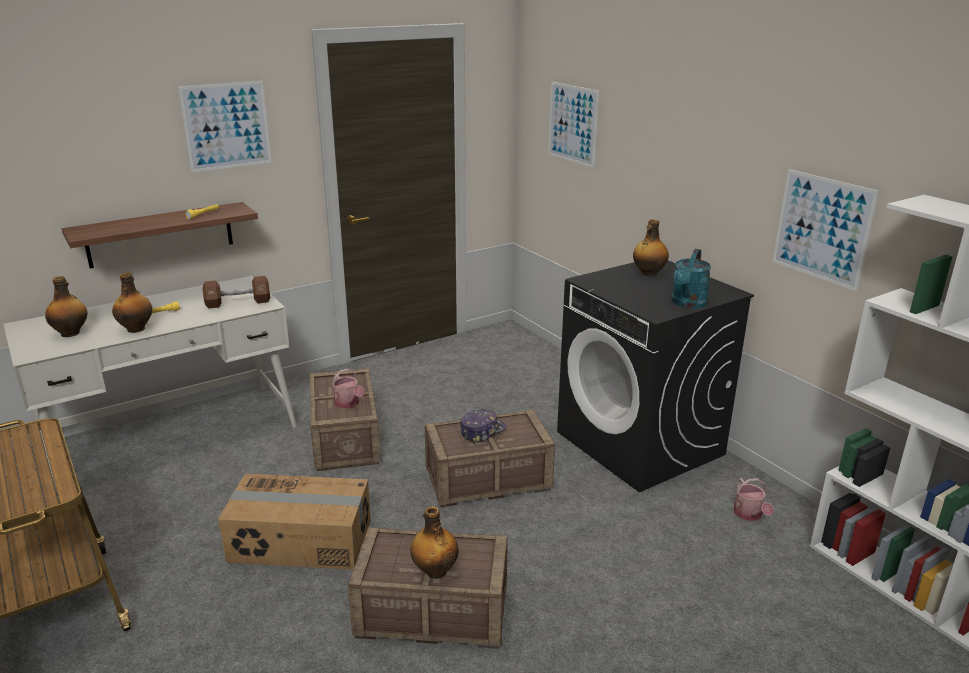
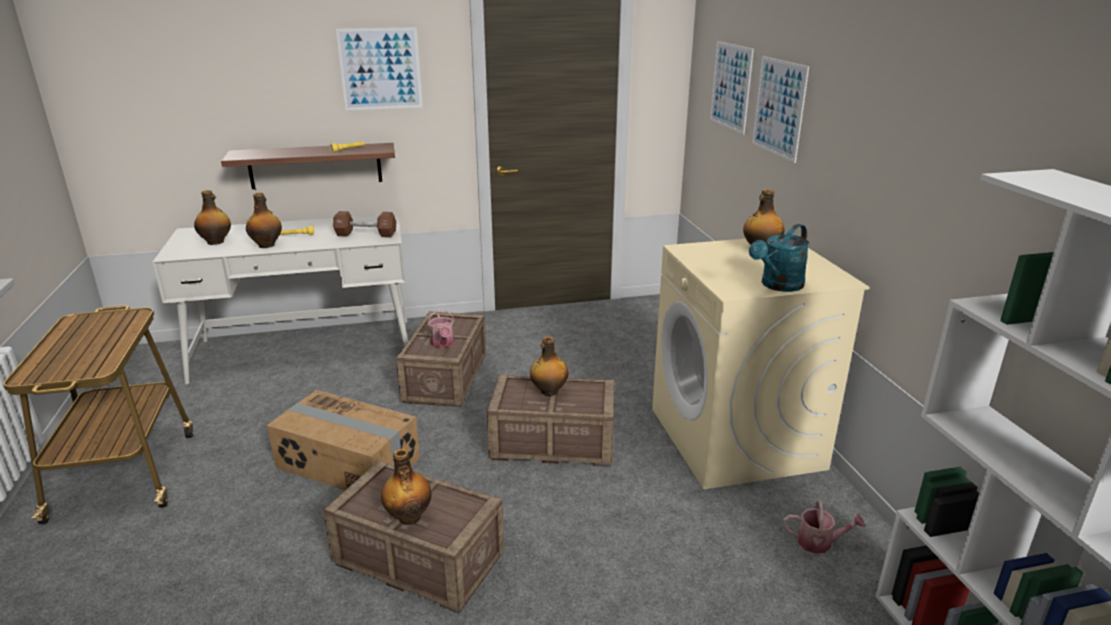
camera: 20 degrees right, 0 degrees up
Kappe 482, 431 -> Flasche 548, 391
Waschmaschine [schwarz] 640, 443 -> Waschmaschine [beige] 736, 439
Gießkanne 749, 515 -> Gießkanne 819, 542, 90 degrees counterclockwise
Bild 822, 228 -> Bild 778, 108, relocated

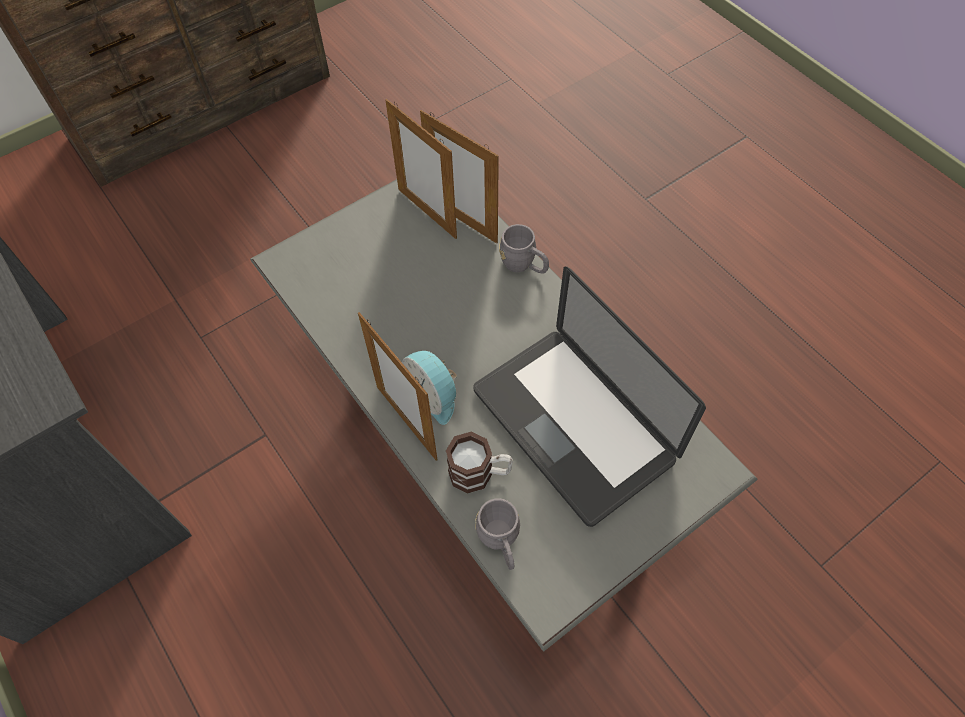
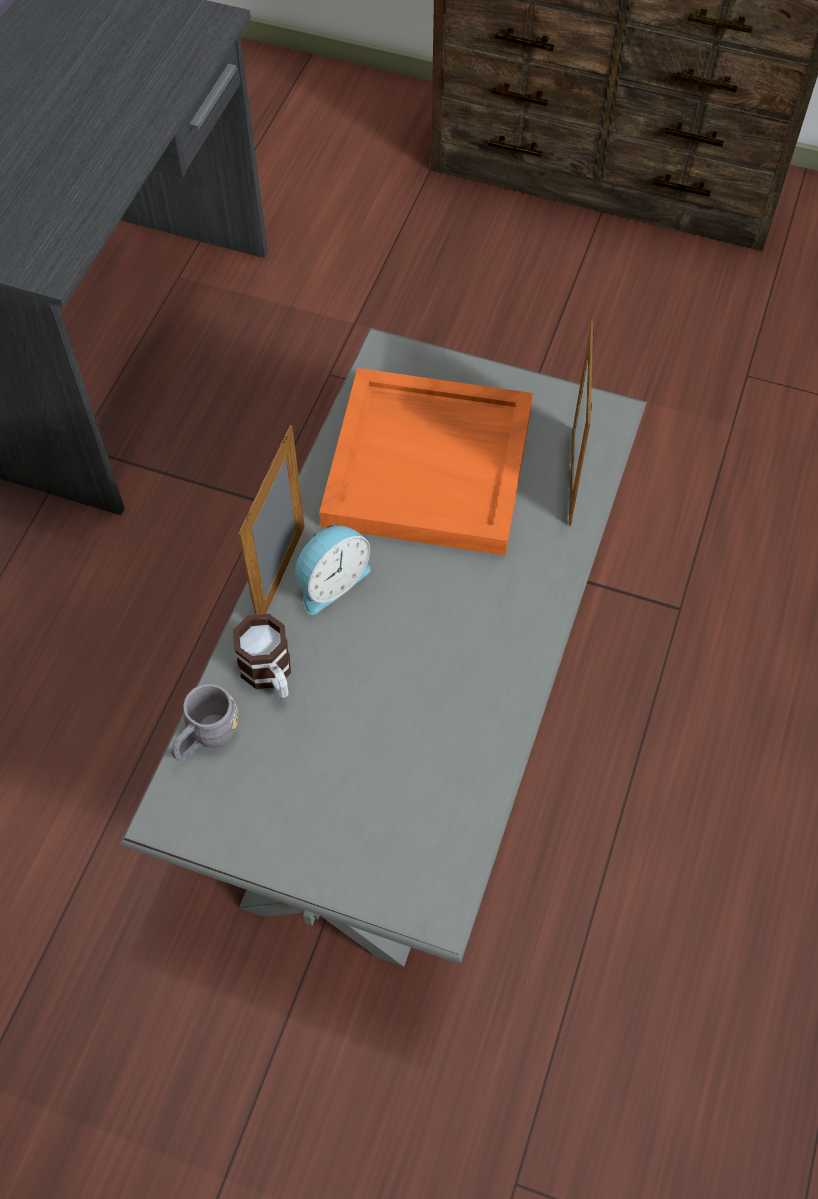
camera: 55 degrees right, 0 degrees up
Bilderrahmen 427, 213 -> none
Wecker 434, 395 -> Wecker 330, 581, 150 degrees counterclockwise
Laptop 572, 425 -> none
Henkelbecher [grau] 524, 266 -> none
none -> Tablett [orange] 431, 465

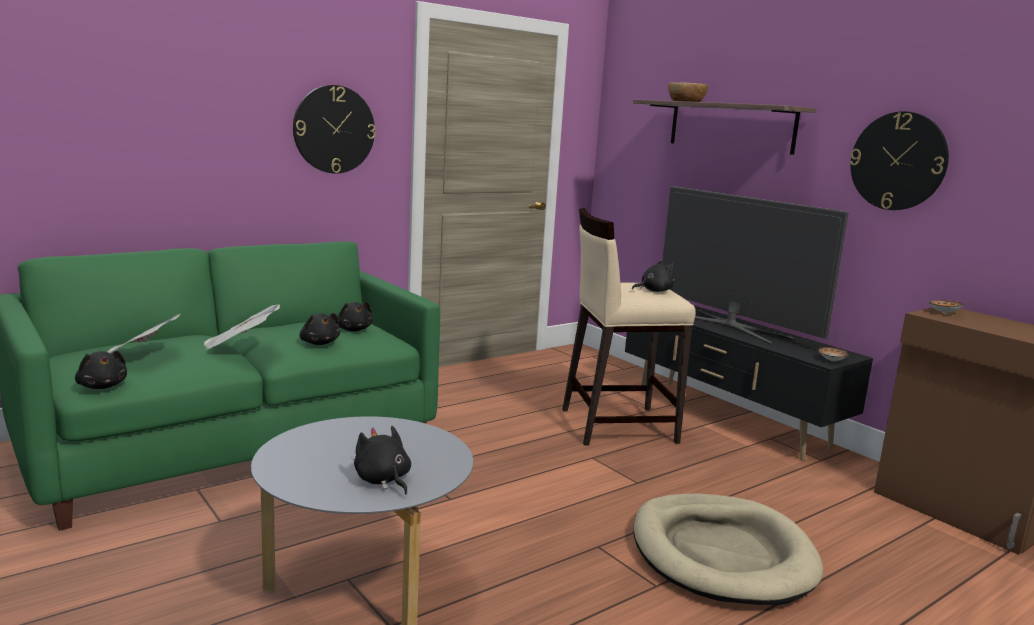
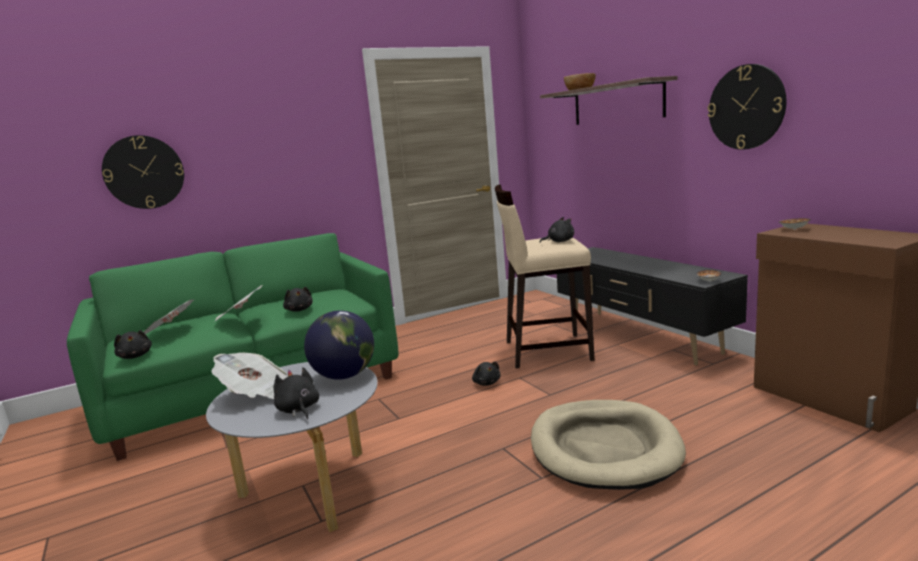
camera: 10 degrees right, 0 degrees up
Wanduhr 334, 129 -> Wanduhr 144, 172, relocated
Plüschtier [schwarz] 353, 330 -> Plüschtier [schwarz] 486, 383, relocated
Fernseher 732, 326 -> none
none -> Zeitung 258, 394
none -> Globus 344, 376

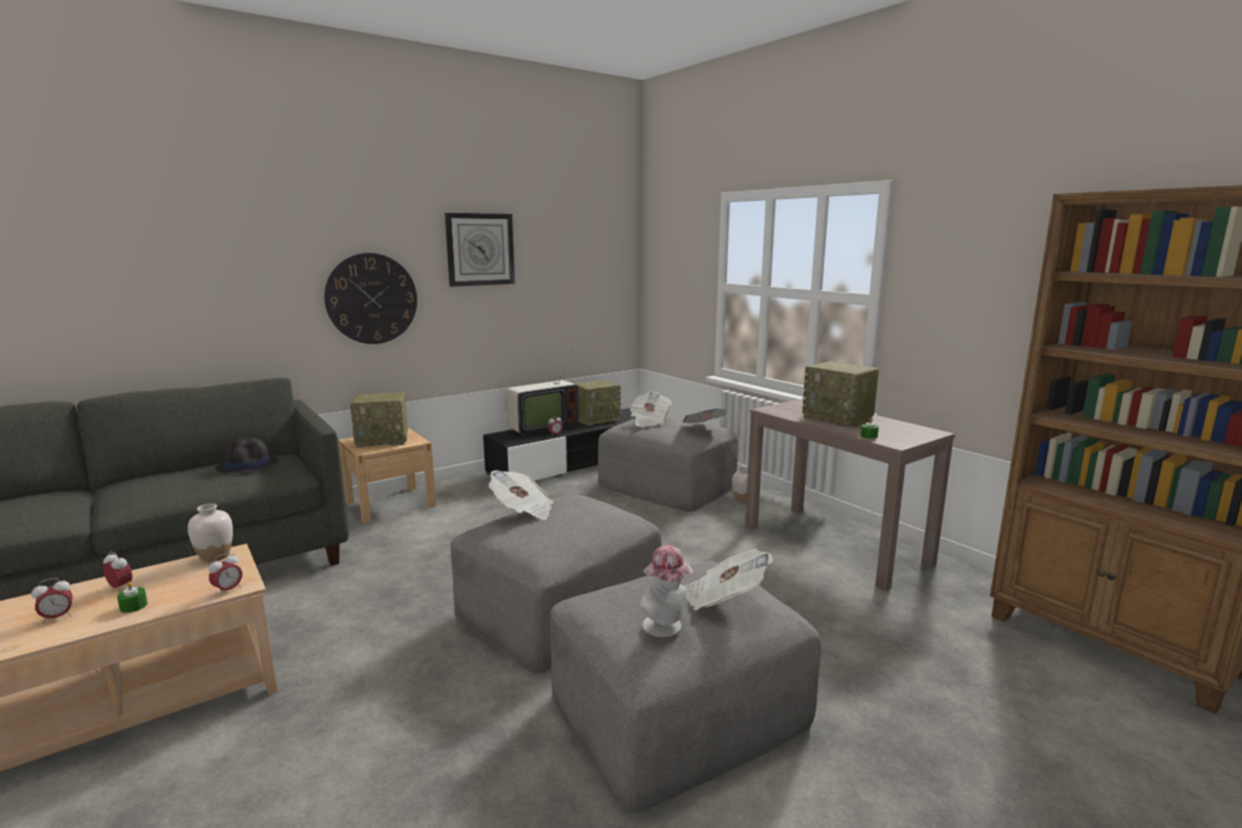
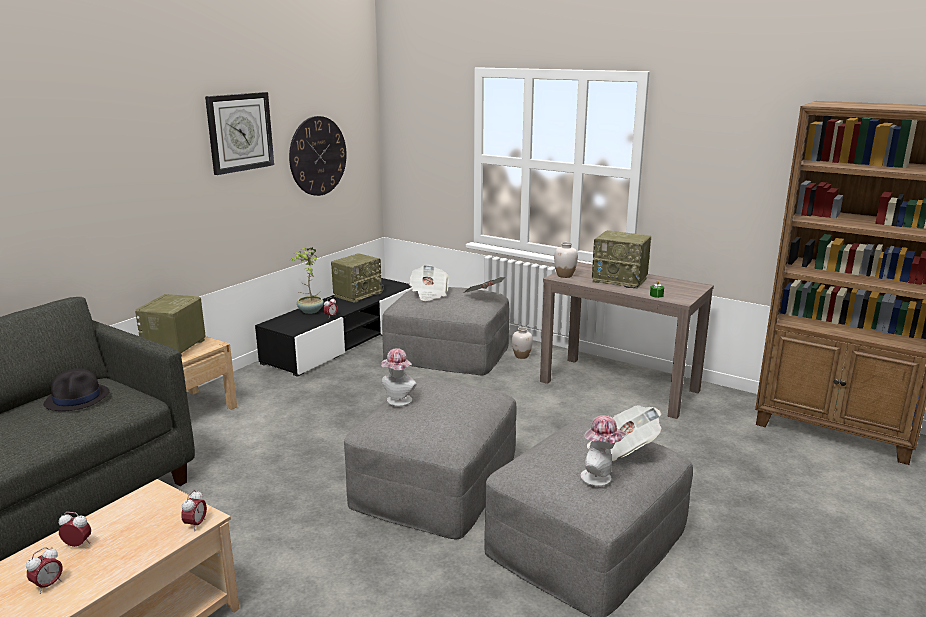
camera: 20 degrees left, 5 degrees up
Kerze [grün] 133, 606 -> none
Vase [weiß] 215, 557 -> Vase [weiß] 565, 275, relocated
Wanduhr 372, 299 -> Wanduhr 318, 156, relocated
Radio 383, 440 -> Radio 174, 348, 135 degrees clockwise
Zeitung 523, 511 -> Hut 398, 402
Fernseher 541, 428 -> Topfpflanze 310, 311

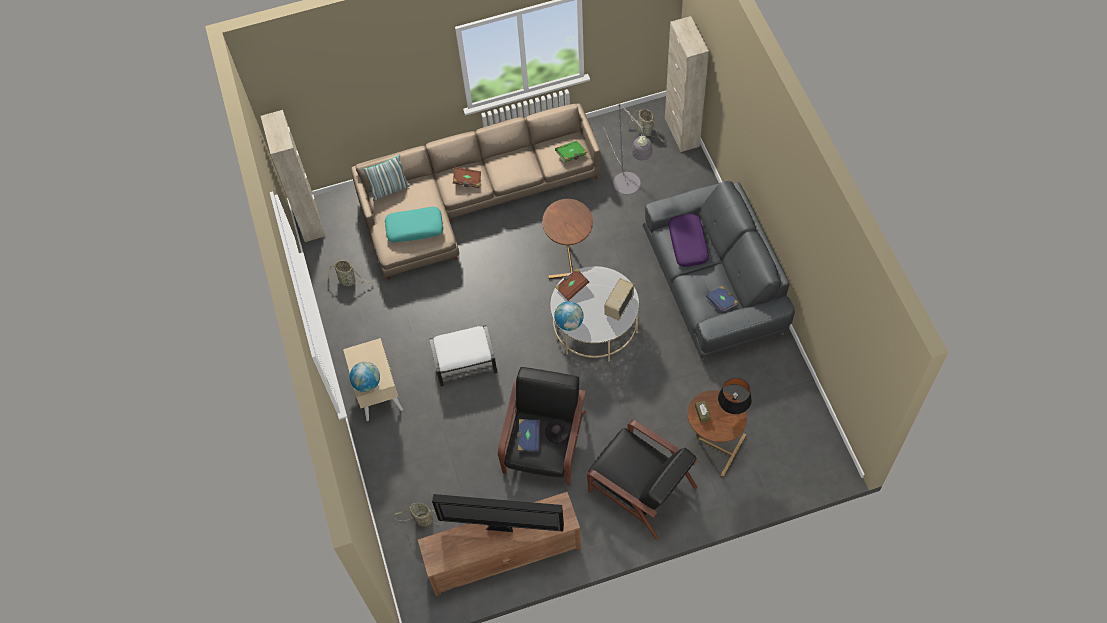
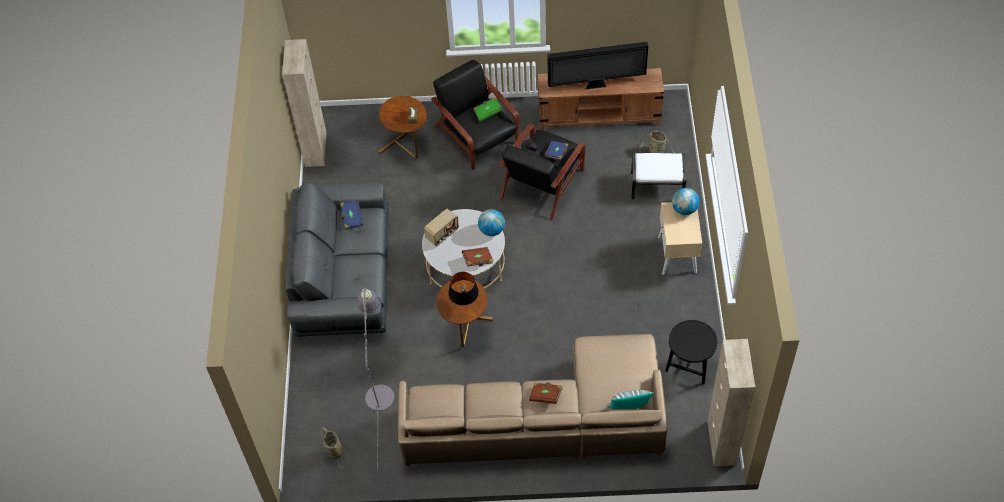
camera: 165 degrees left, 5 degrees down
Korb 349, 281 -> Beistelltisch [schwarz] 689, 366
Kissen [türkis] 415, 228 -> none
Polsterhocker [weiß] 465, 364 -> Polsterhocker [weiß] 657, 185, relocated
Fernseher 501, 527 -> Fernseher 596, 85, 150 degrees clockwise
Buch [grün] 571, 155 -> Buch [grün] 488, 112, relocated
Schrank [beige] 681, 132 -> Schrank [beige] 316, 149, relocated
Kissen [lila] 688, 244 -> none
Tischlampe [schwarz] 732, 408 -> Tischlampe [schwarz] 464, 303, relocated

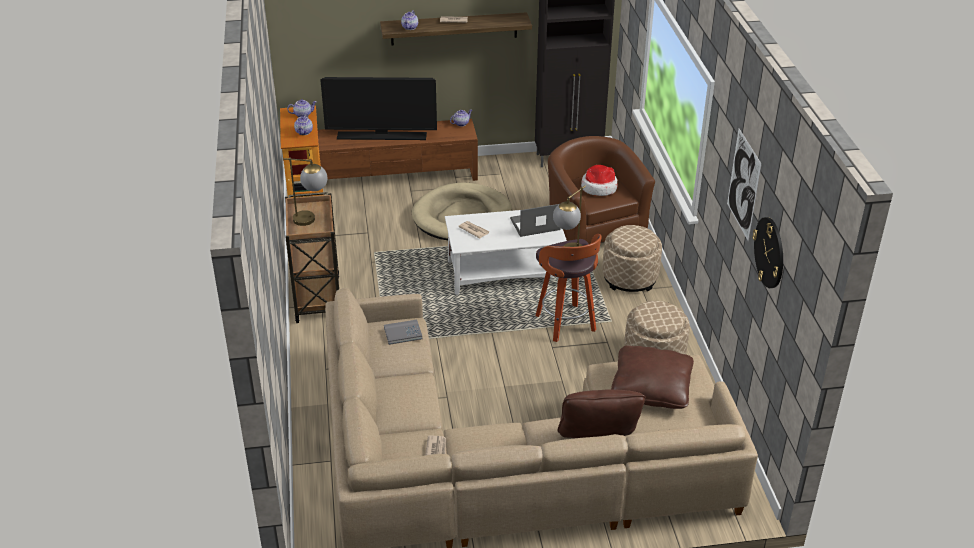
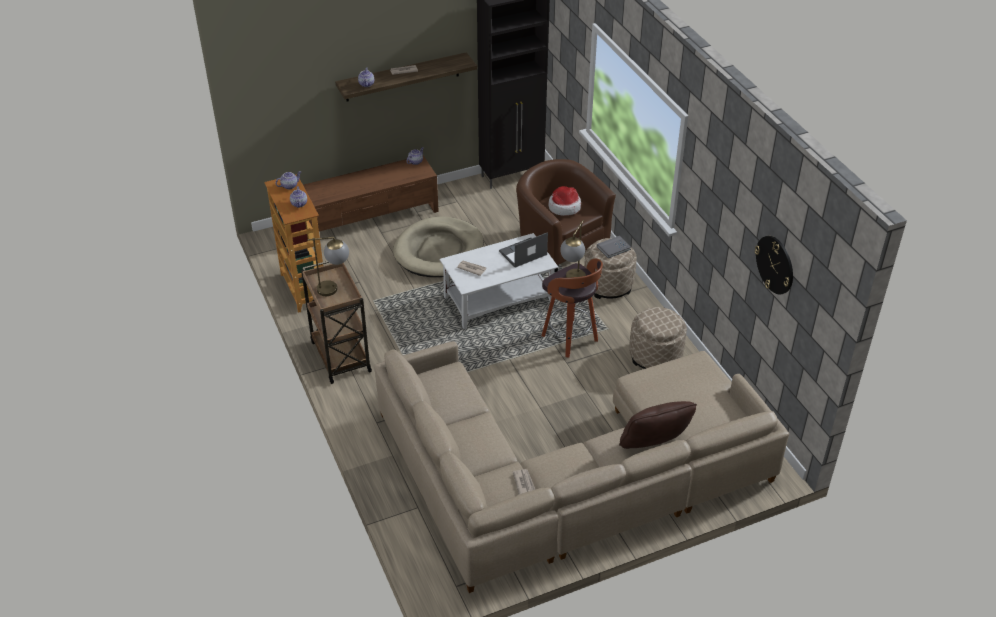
camera: 15 degrees left, 5 degrees up
Fernseher 382, 136 -> none
Buch [grau] 403, 333 -> Buch [grau] 613, 248, relocated
Kissen [braun] 651, 388 -> none
Bild 743, 184 -> none

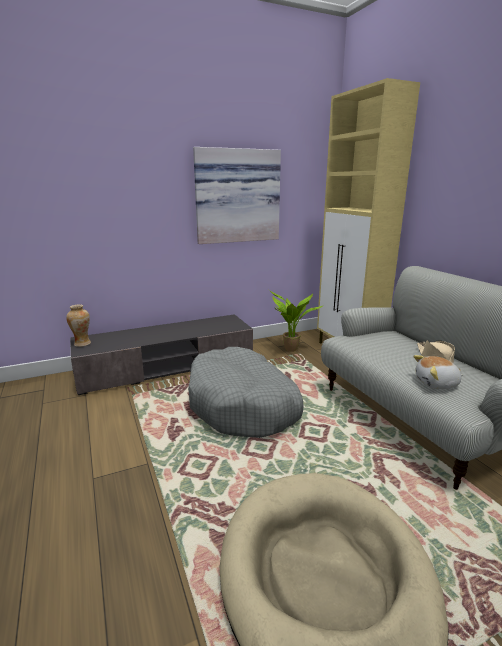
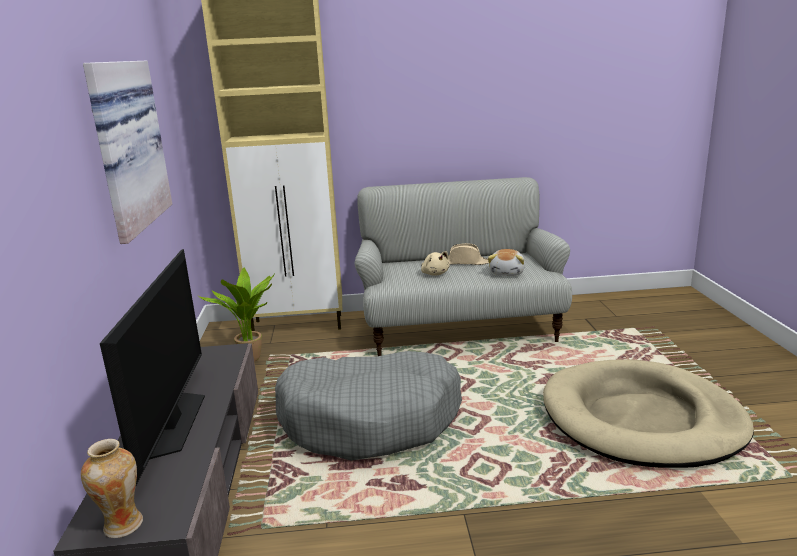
camera: 70 degrees left, 0 degrees up
none -> Fernseher 172, 423
none -> Plüschtier [beige] 434, 274

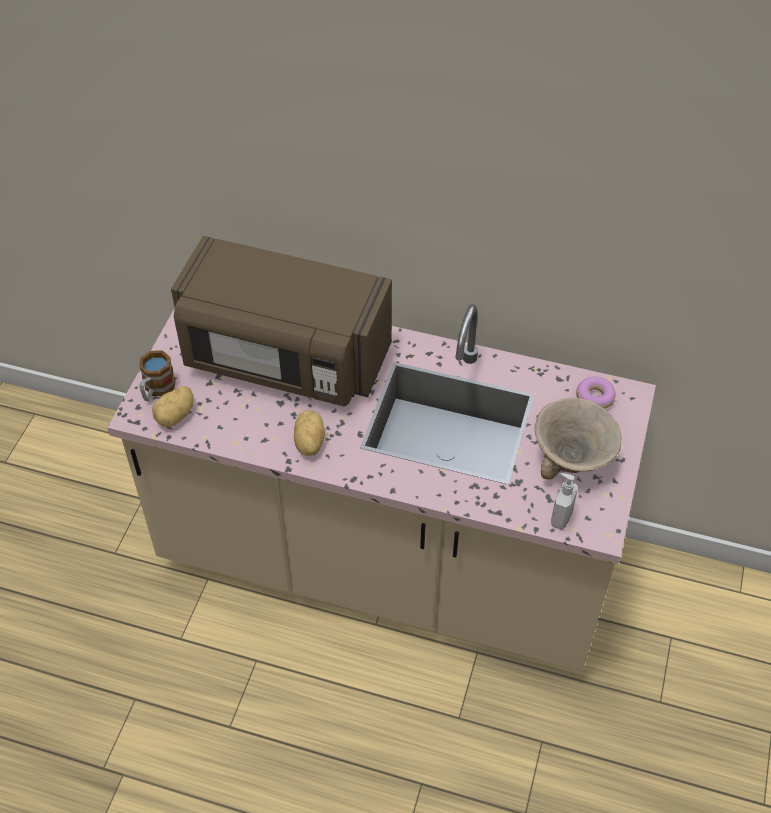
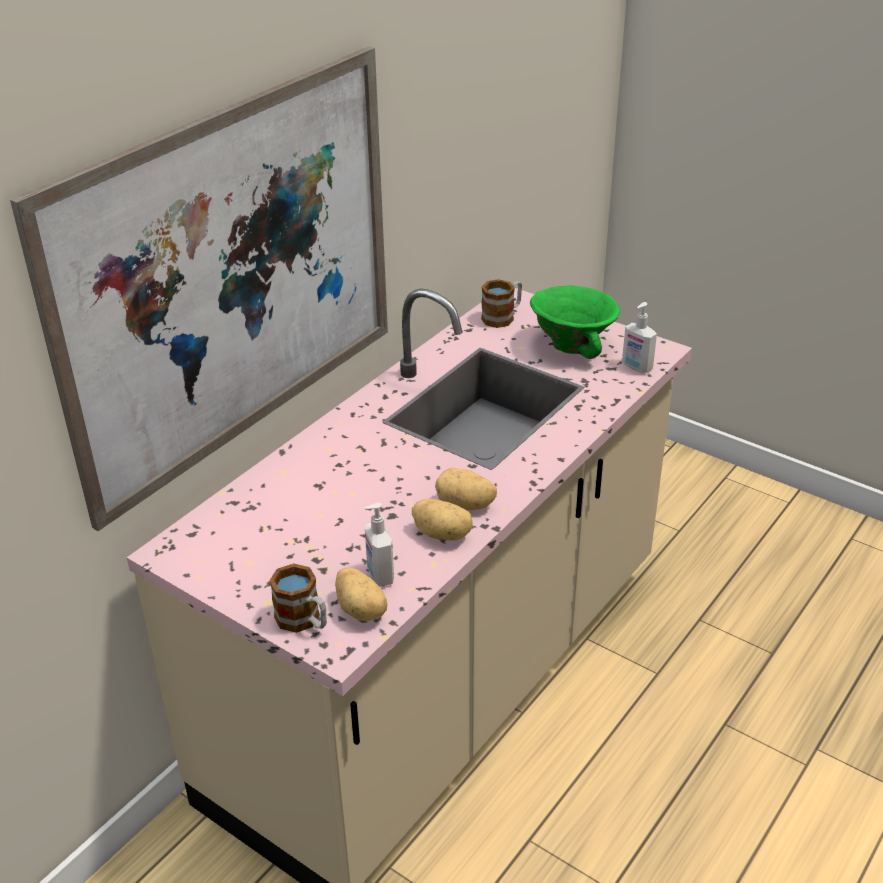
camera: 70 degrees left, 15 degrees down
Mikrowelle [braun] 284, 358 -> none
Schüssel [beige] 573, 460 -> Schüssel [grün] 573, 345
Donut 594, 397 -> Henkelbecher 503, 316
none -> Bild 235, 278
none -> Seifenspender 379, 575
none -> Kartoffel 443, 534

